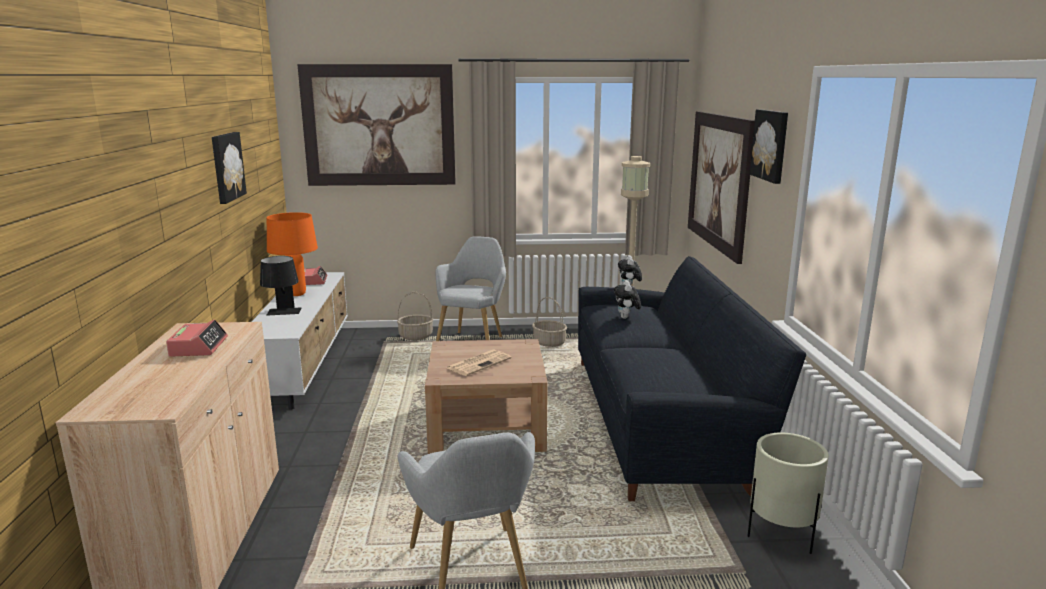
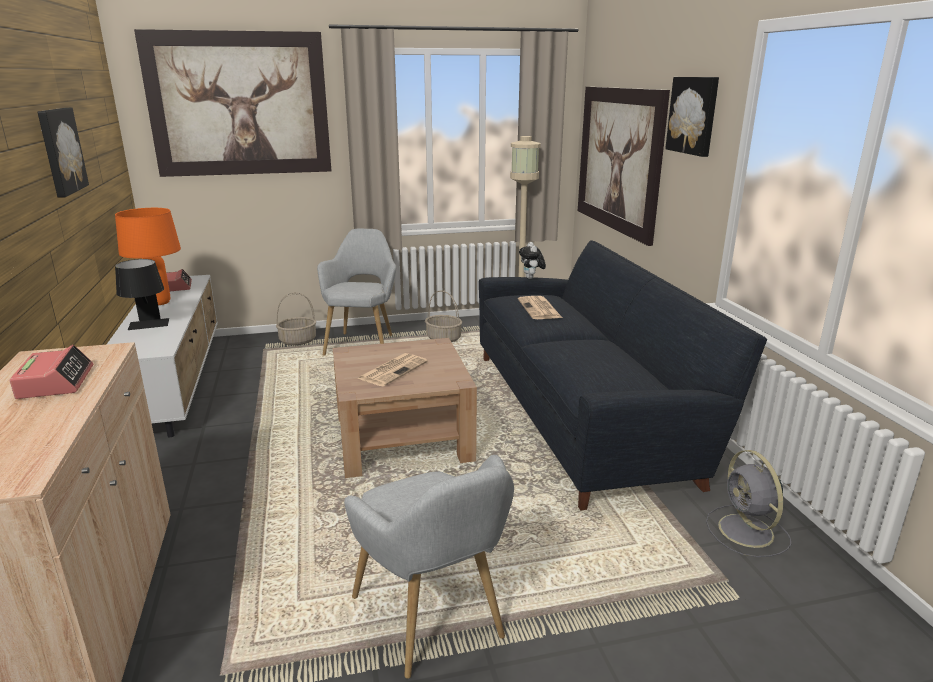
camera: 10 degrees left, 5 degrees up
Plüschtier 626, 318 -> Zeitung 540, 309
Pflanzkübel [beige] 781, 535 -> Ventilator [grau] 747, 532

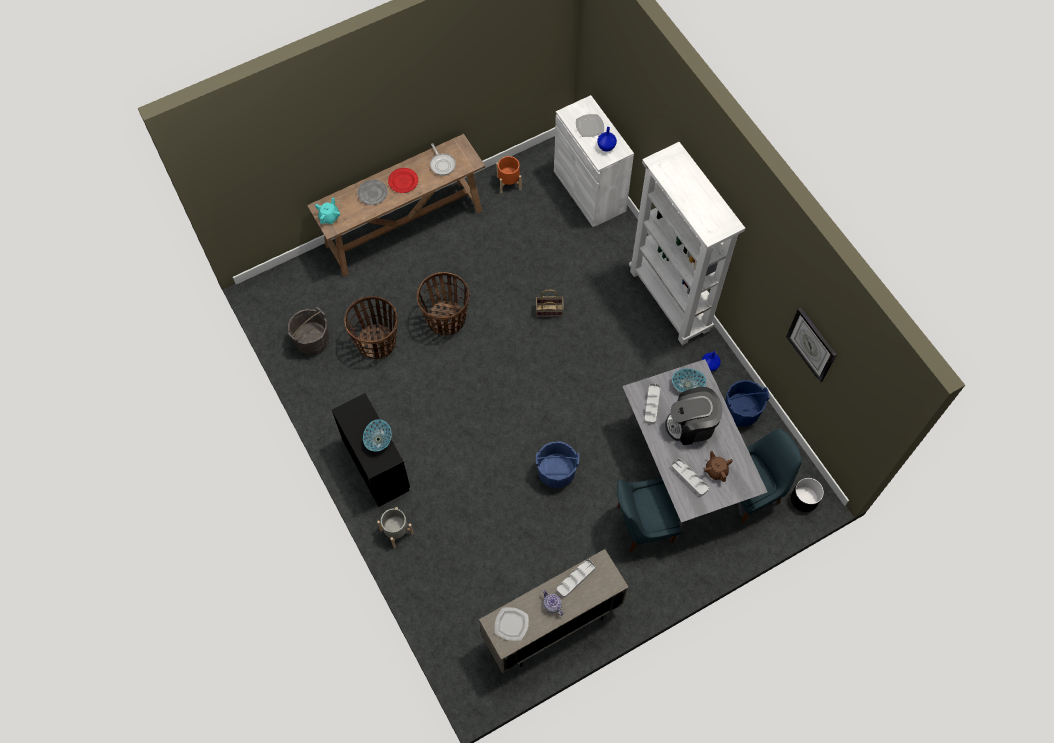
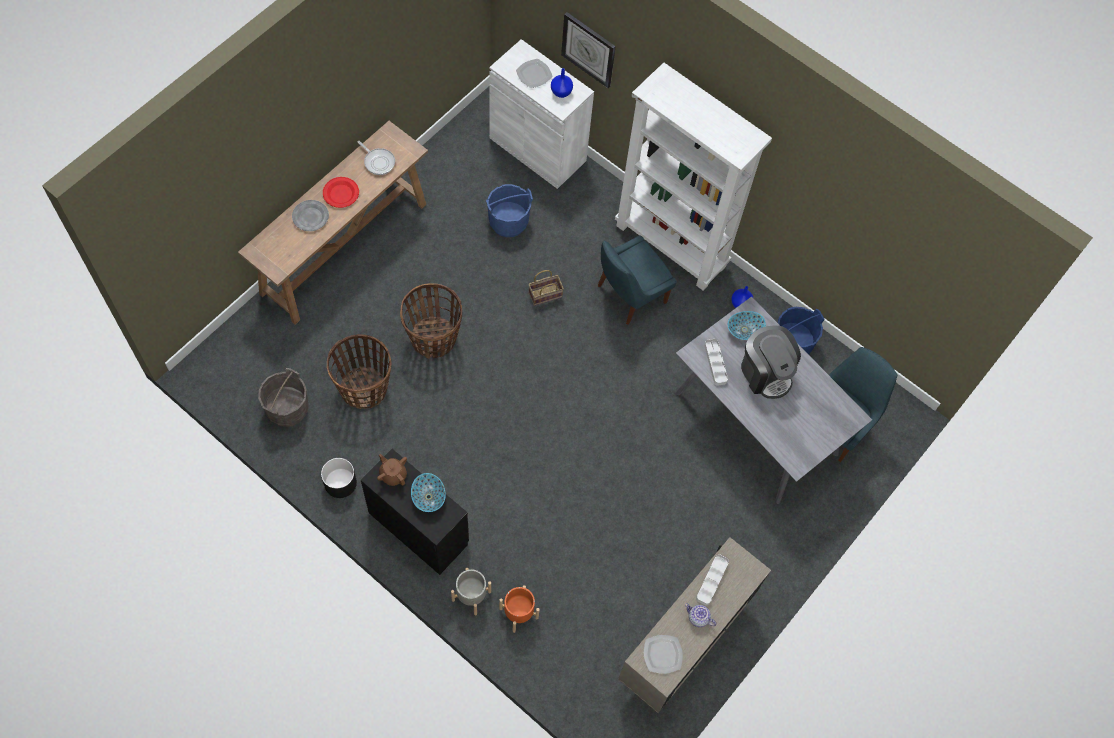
camera: 25 degrees left, 0 degrees up
Teekanne [türkis] 329, 217 -> none
Pflanzkübel [orange] 508, 183 -> Pflanzkübel [orange] 518, 613, relocated
Eimer [blau] 556, 472 -> Eimer [blau] 508, 222, relocated
Stuhl [blau] 642, 524 -> Stuhl [blau] 629, 295, relocated
Kaffeemaschine 691, 425 -> Kaffeemaschine 766, 372, 90 degrees counterclockwise
Tablett [grau] 689, 478 -> none
Teekanne [braun] 716, 470 -> Teekanne [braun] 393, 474, relocated
Wanduhr 812, 344 -> Wanduhr 588, 49, relocated
Pflanzkübel [schwarz] 804, 499 -> Pflanzkübel [schwarz] 340, 483, relocated

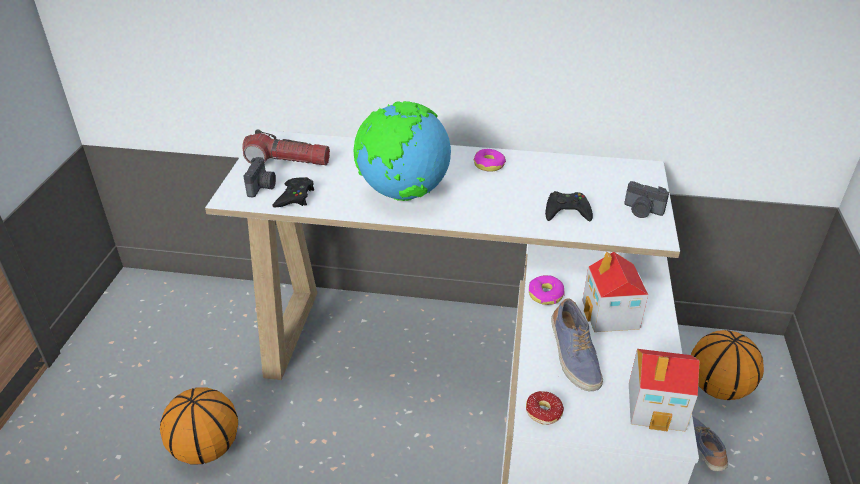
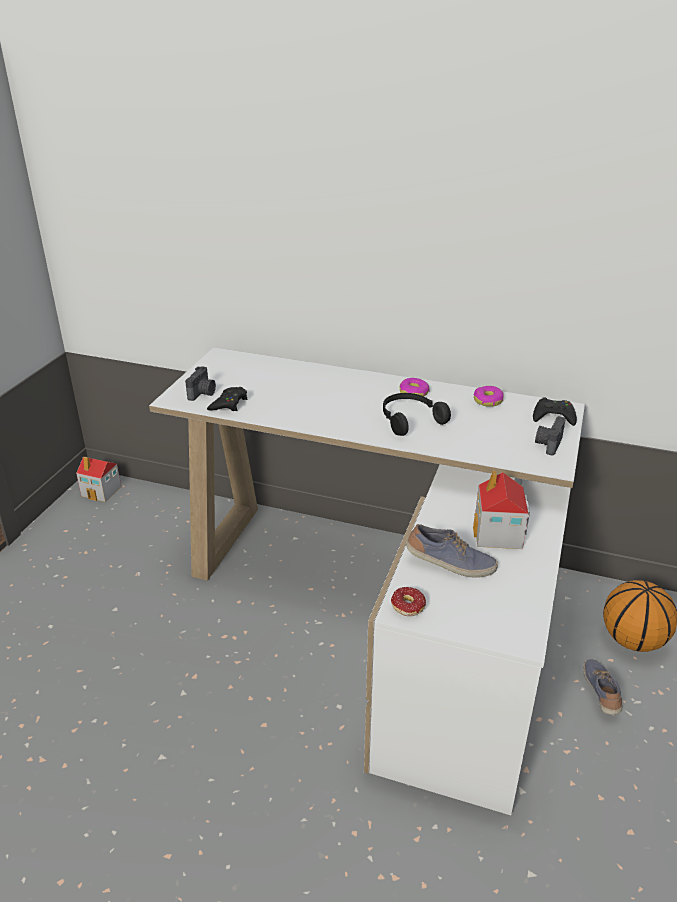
camera: 10 degrees right, 5 degrees down
Basketball 206, 447 -> none
Taschenlampe 287, 161 -> none
Globus 403, 194 -> none
Donut 545, 295 -> Donut 487, 401, relocated
Gamepad [schwarz] 567, 211 -> Gamepad [schwarz] 553, 416, relocated
Schuh 573, 356 -> Schuh 450, 564, 75 degrees counterclockwise
Kamera 642, 211 -> Kamera 548, 444, 75 degrees clockwise
Spielzeughaus 657, 407 -> Spielzeughaus 102, 491, relocated
none -> Kopfhörer [schwarz] 409, 419

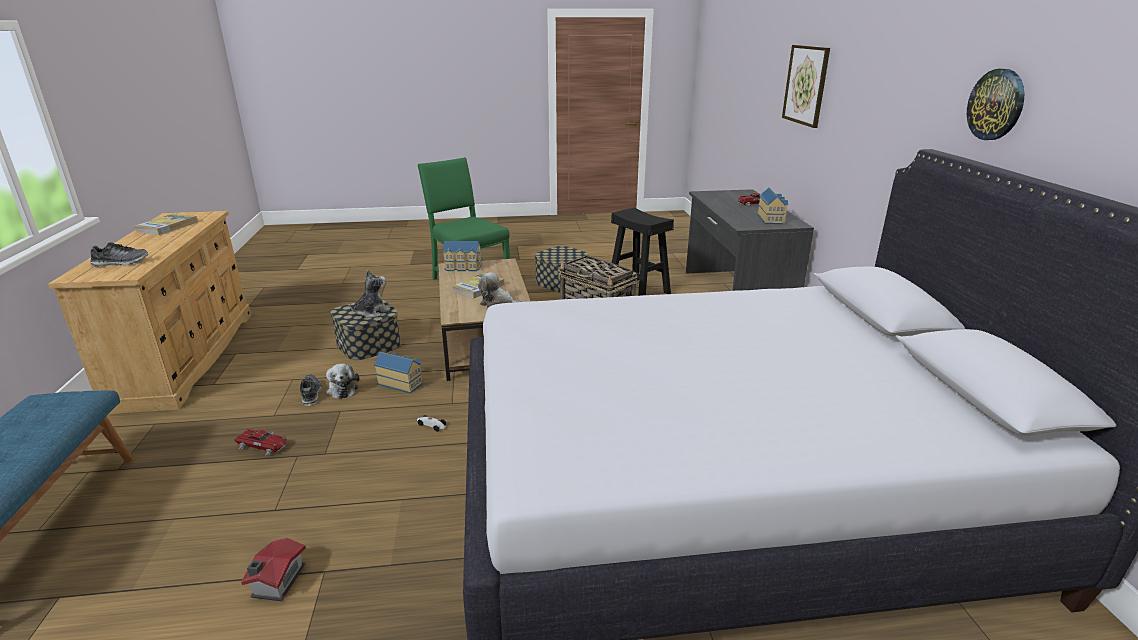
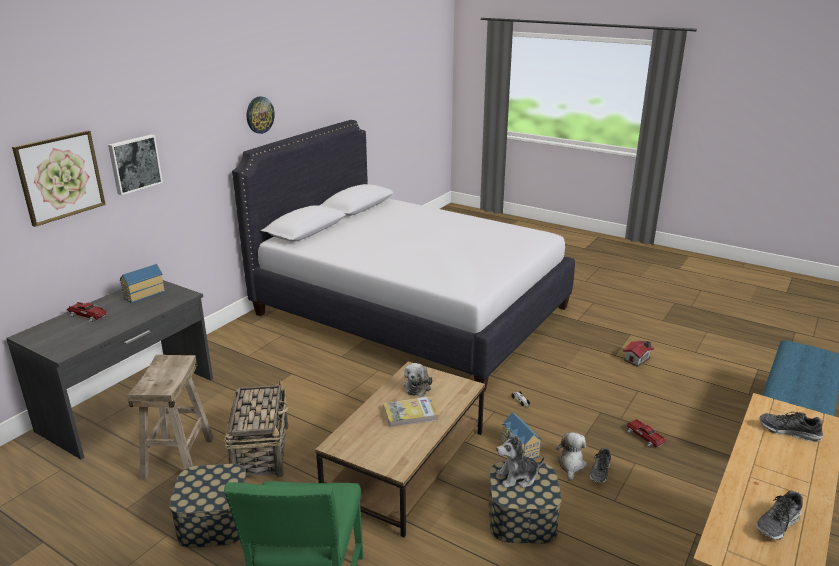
camera: 140 degrees left, 0 degrees up
Buch 167, 227 -> Schuh 778, 524
Spielzeughaus 463, 267 -> none
Plüschtier 498, 303 -> Plüschtier 418, 386, 45 degrees clockwise
Hocker [schwarz] 637, 290 -> Hocker [beige] 179, 458
none -> Bild 134, 164

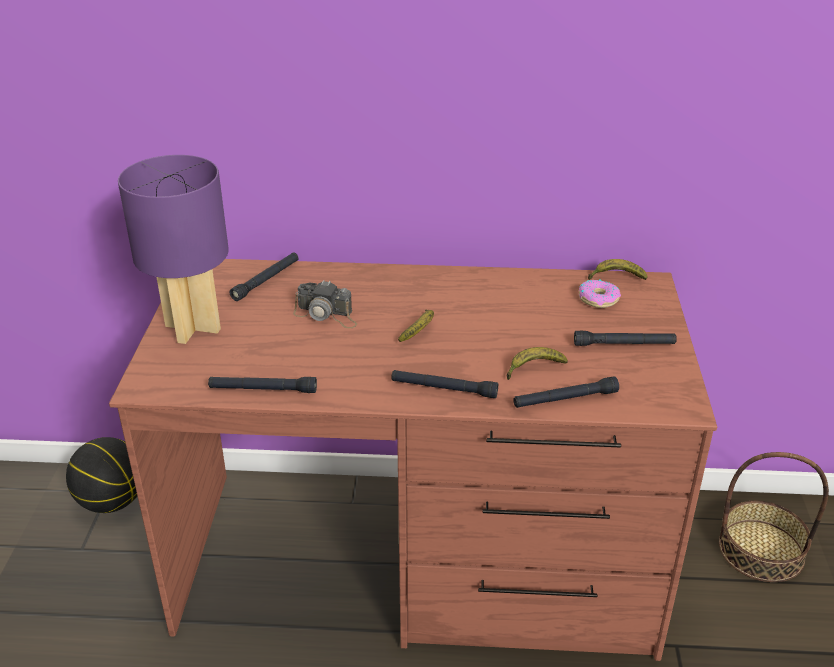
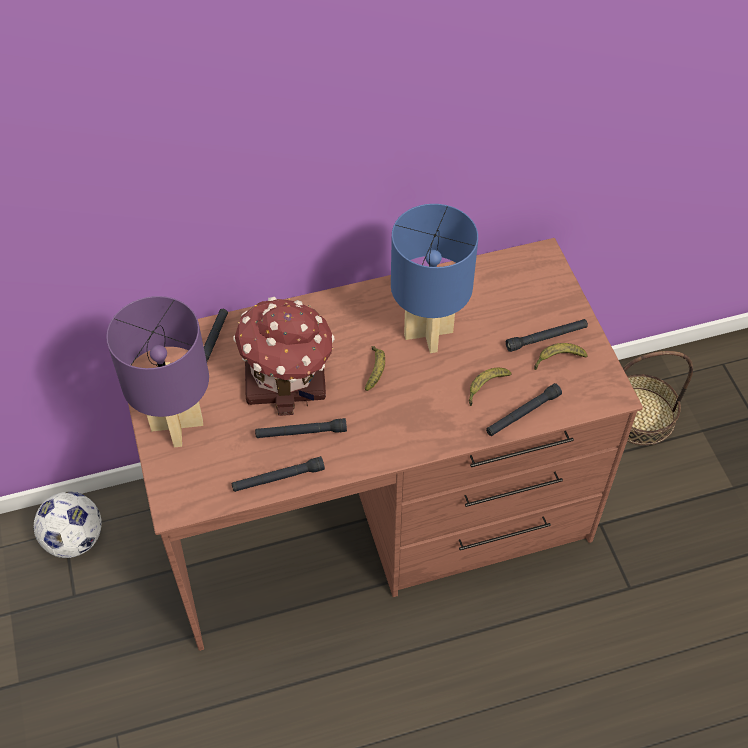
camera: 20 degrees left, 20 degrees up
Basketball 112, 501 -> Fußball 74, 539
Kamera 327, 315 -> Spielzeughaus 287, 375
Taschenlampe [schwarz] 444, 389 -> Taschenlampe [schwarz] 301, 433, relocated
Donut 598, 299 -> none
Banane 616, 277 -> Banane 558, 359, relocated
none -> Tischlampe [blau] 427, 332

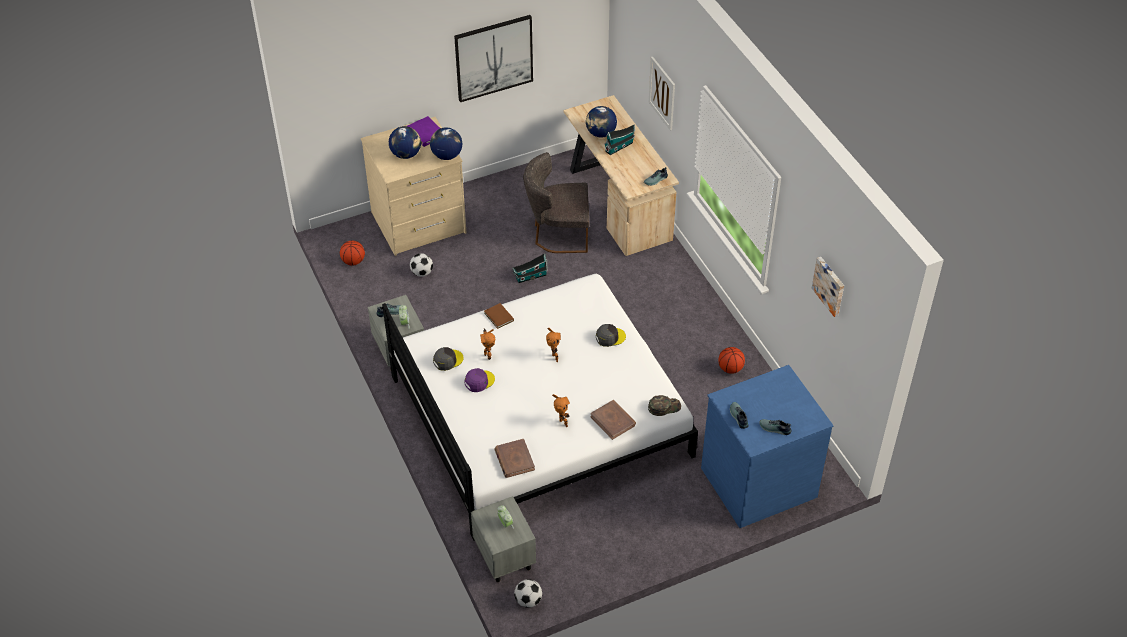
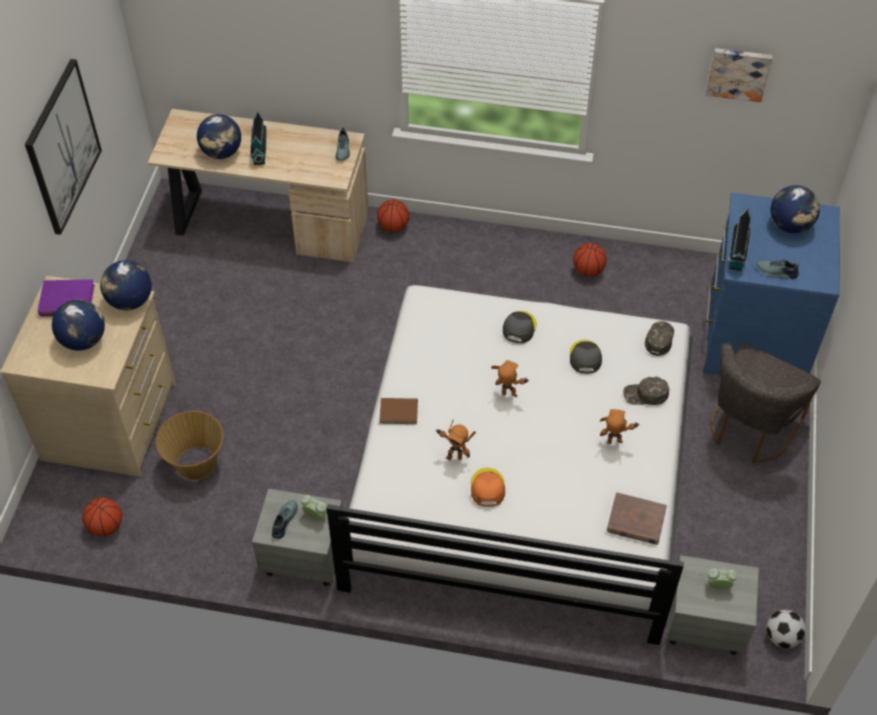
camera: 55 degrees left, 5 degrees up
Fußball 422, 273 -> Korb 196, 464
Kappe [grau] 447, 360 -> Kappe [grau] 585, 357, relocated
Kappe [lila] 479, 381 -> Kappe [orange] 487, 488
Spielzeughaus 530, 277 -> Spielzeughaus 737, 254, relocated
Stuhl [grau] 558, 234 -> Stuhl [grau] 749, 430, relocated
Buch [braun] 613, 421 -> Kappe [grün] 645, 395
Bild 662, 93 -> none
Schuh 774, 429 -> none
none -> Basketball 393, 227
none -> Globus 790, 225

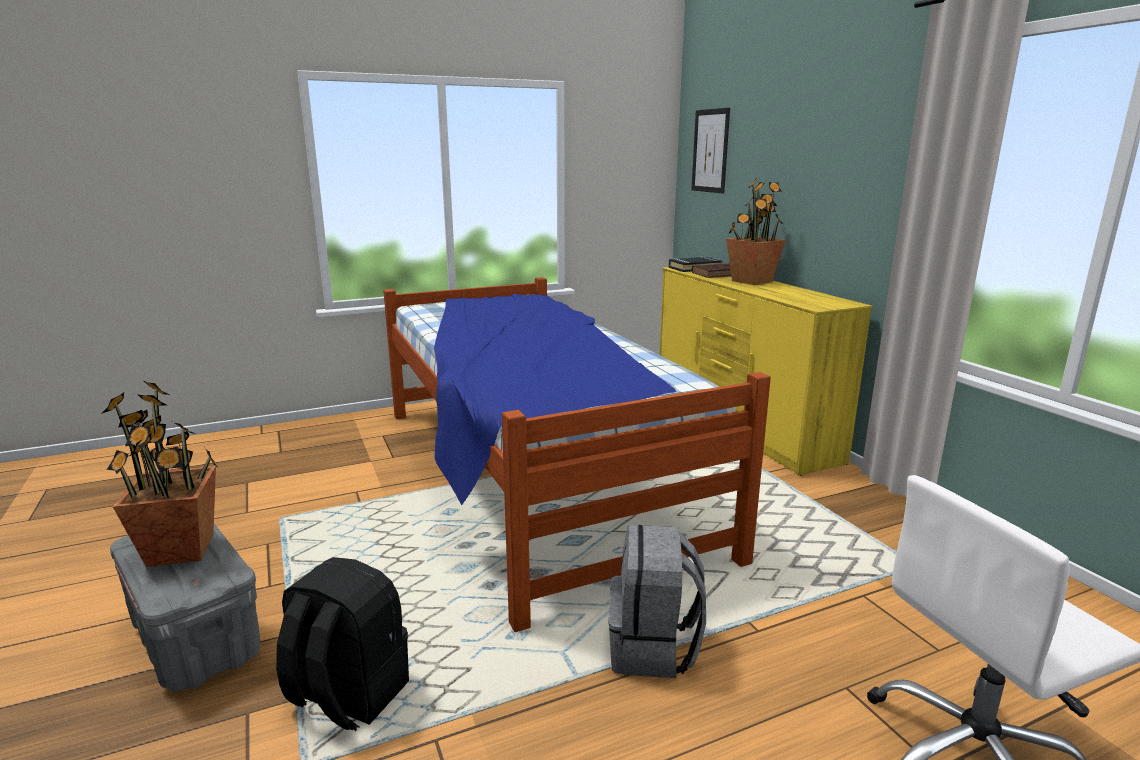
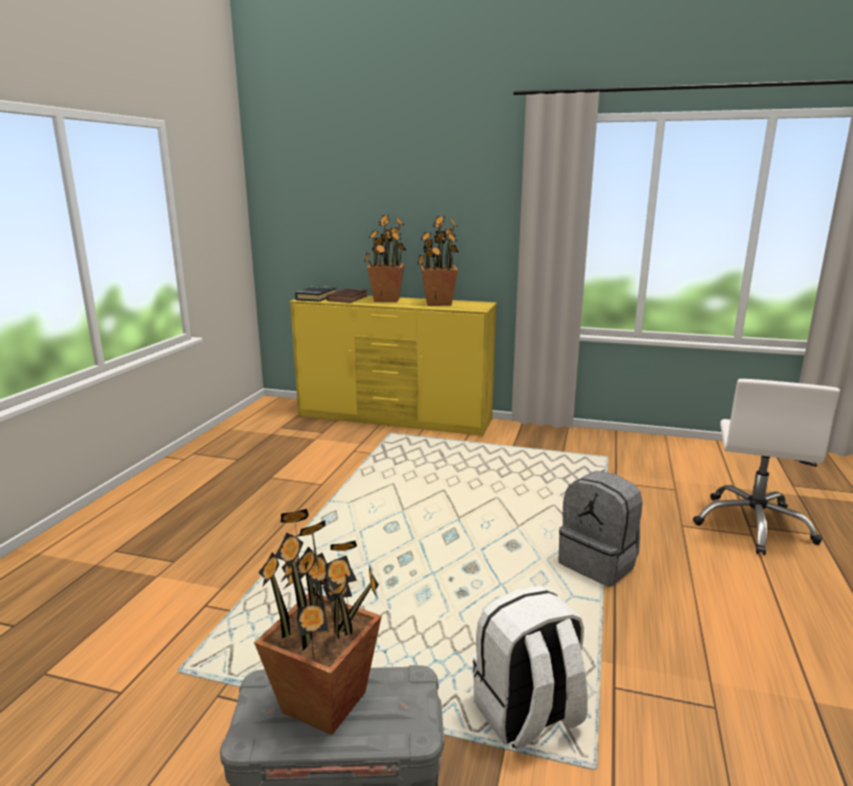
camera: 50 degrees left, 0 degrees up
Rucksack [schwarz] 348, 695 -> Rucksack [weiß] 527, 716
Bett 532, 475 -> none
Bild 710, 151 -> none
none -> Topfpflanze 438, 303

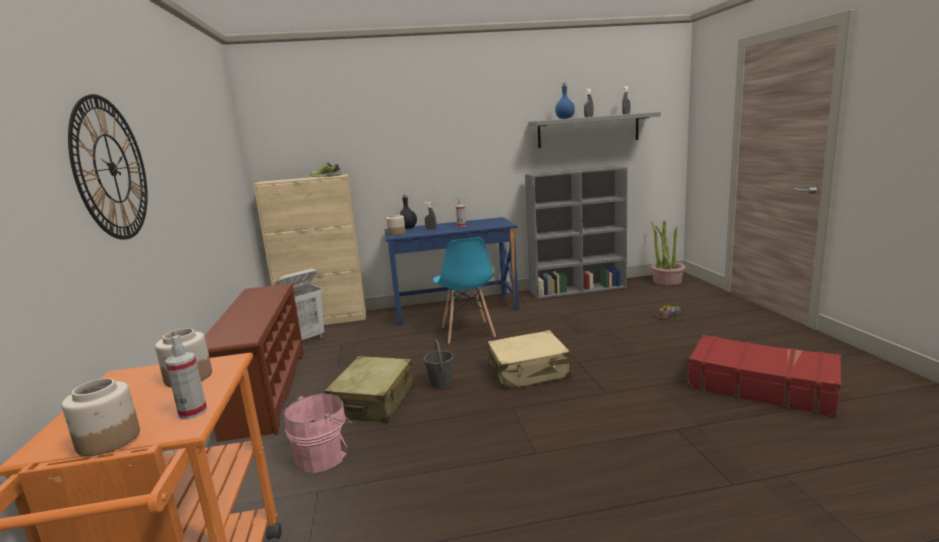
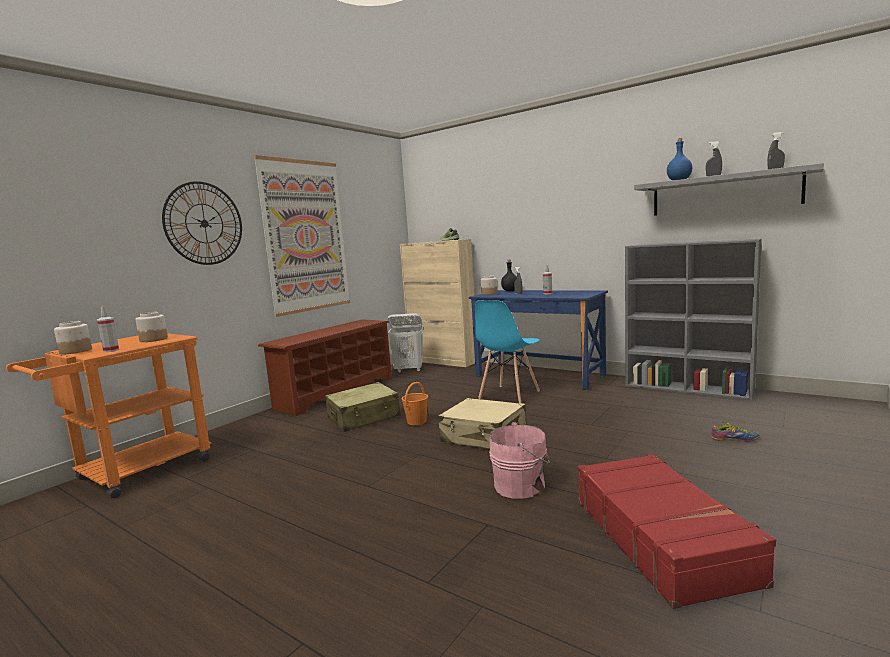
camera: 45 degrees right, 5 degrees down
Eimer [rosa] 324, 455 -> Eimer [rosa] 522, 485, relocated
Eimer [grau] 441, 383 -> Eimer [orange] 417, 421
Topfpflanze 666, 281 -> none
none -> Bild 305, 236

